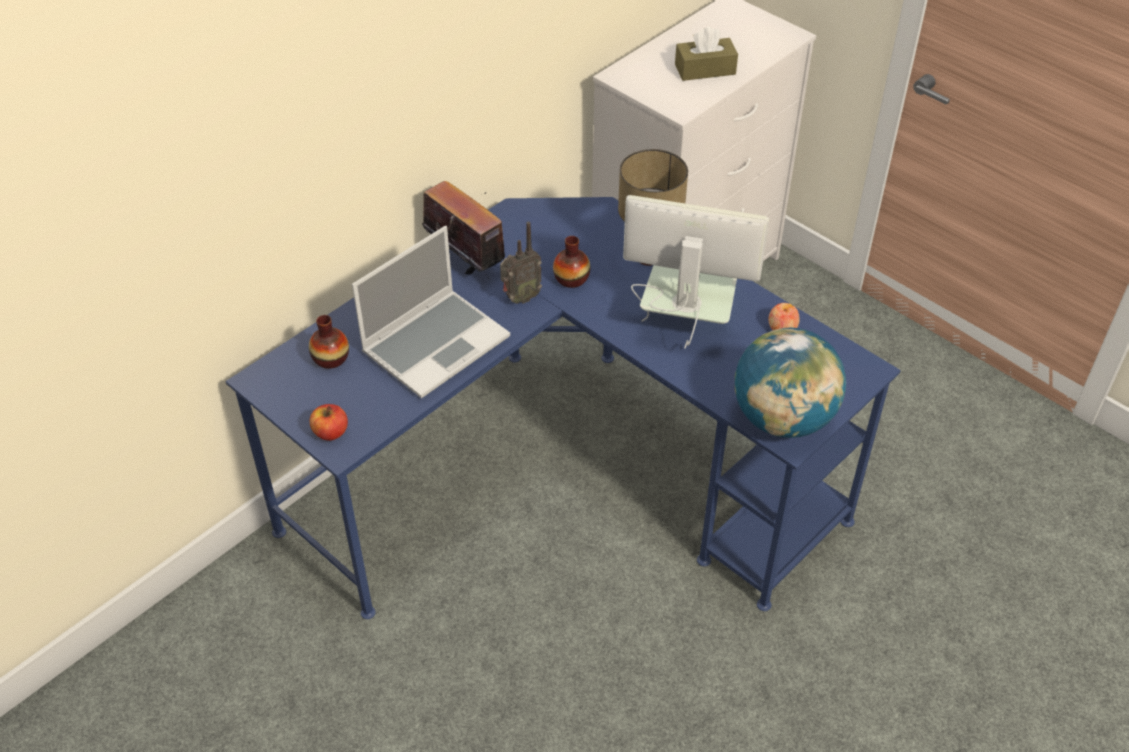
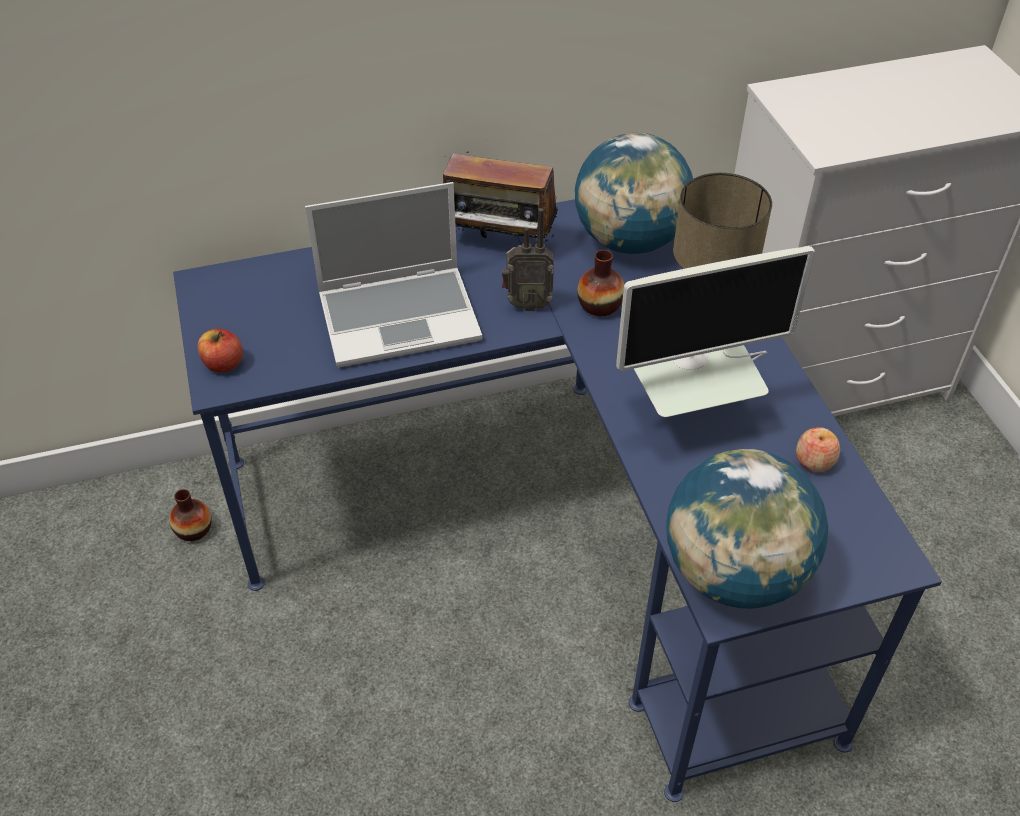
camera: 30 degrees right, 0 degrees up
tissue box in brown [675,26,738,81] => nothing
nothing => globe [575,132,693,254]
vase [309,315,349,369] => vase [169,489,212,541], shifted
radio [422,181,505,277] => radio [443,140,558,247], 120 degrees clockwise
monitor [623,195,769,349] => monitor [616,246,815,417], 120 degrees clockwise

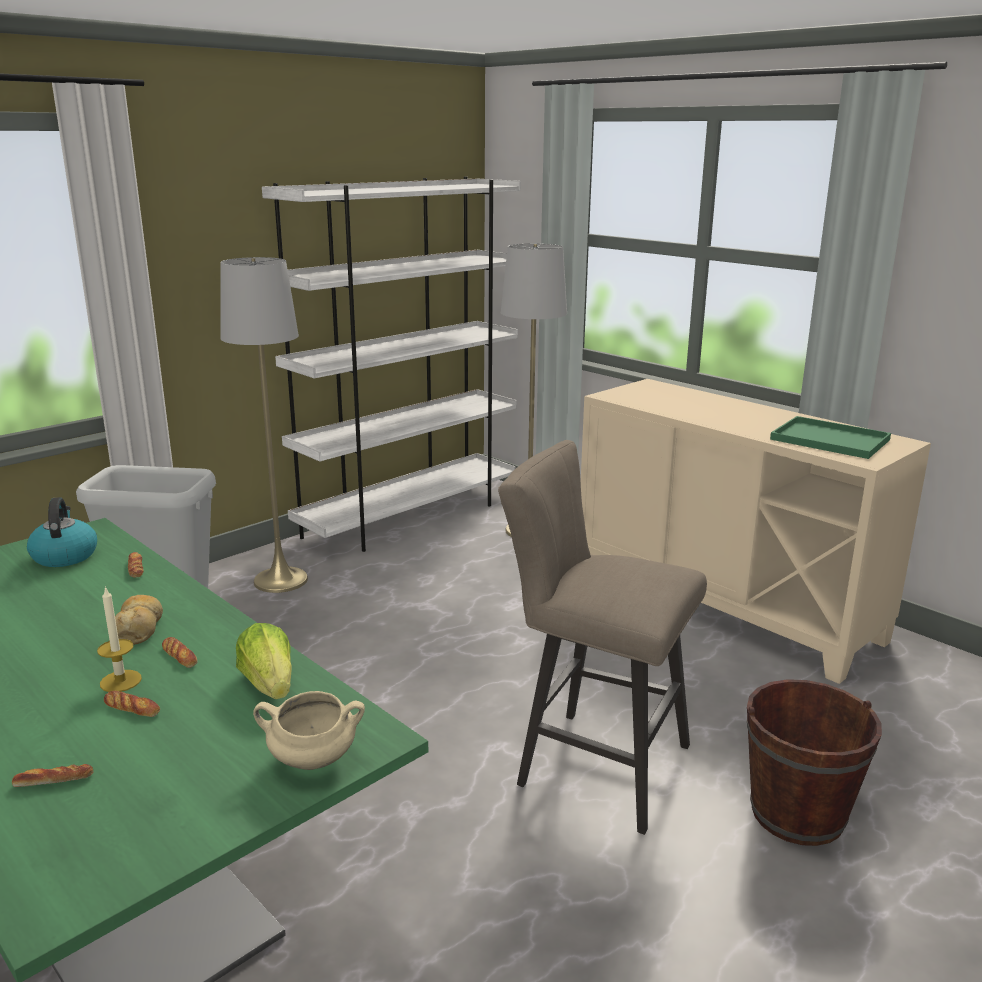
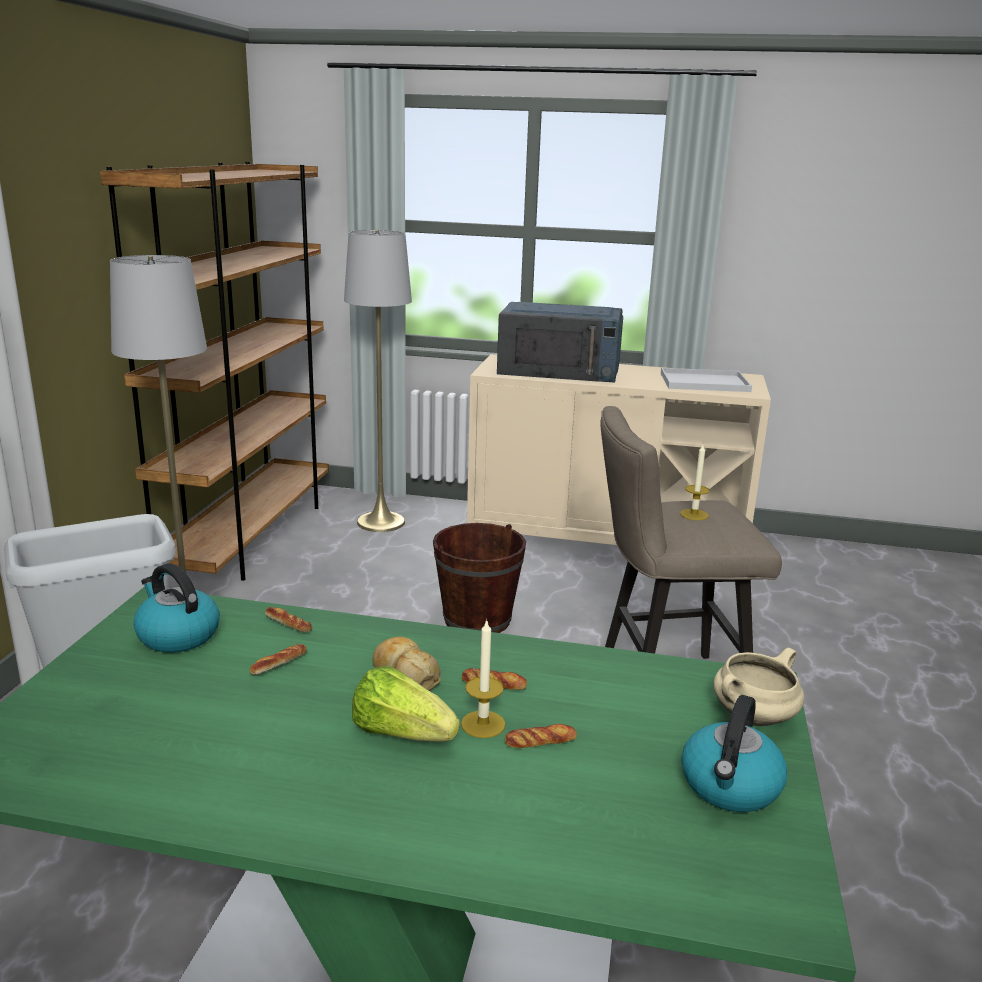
camera: 35 degrees left, 0 degrees up
nothing => microwave in blue [497,302,623,383]
nothing => candle [680,445,710,520]
nothing => kettle [681,695,787,812]
bread [12,764,93,787] => bread [249,644,307,675], shifted
lettuce [236,623,291,699] => lettuce [352,666,460,742], shifted
bucket in brown [747,679,882,846] => bucket in brown [433,523,526,633], shifted
bookcase in white [262,177,520,552] => bookcase in brown [100,162,329,581]
tray in green [770,416,891,459] => tray in white [661,368,752,392]

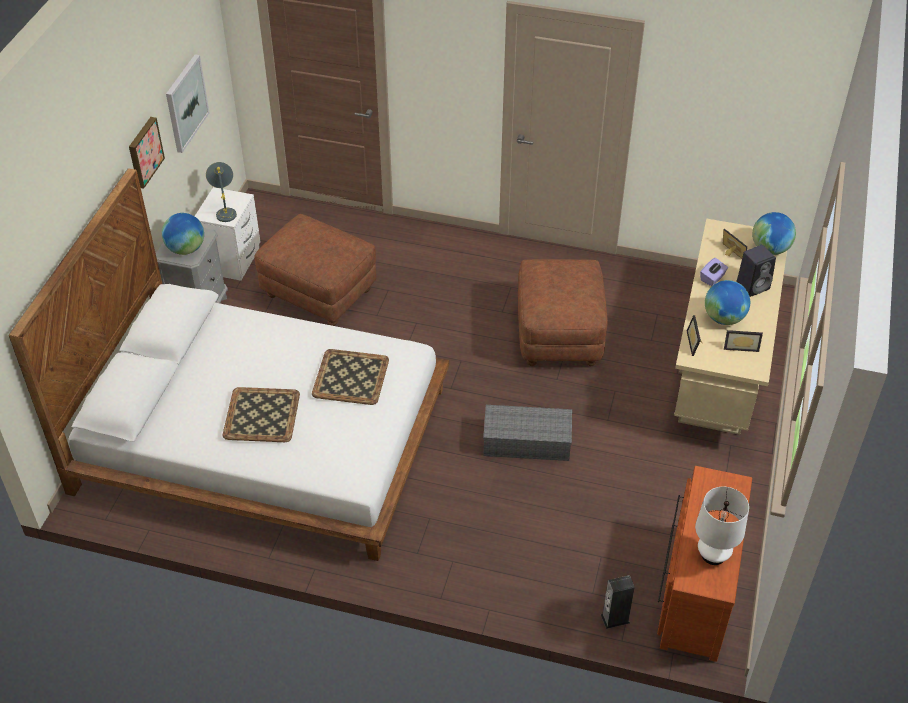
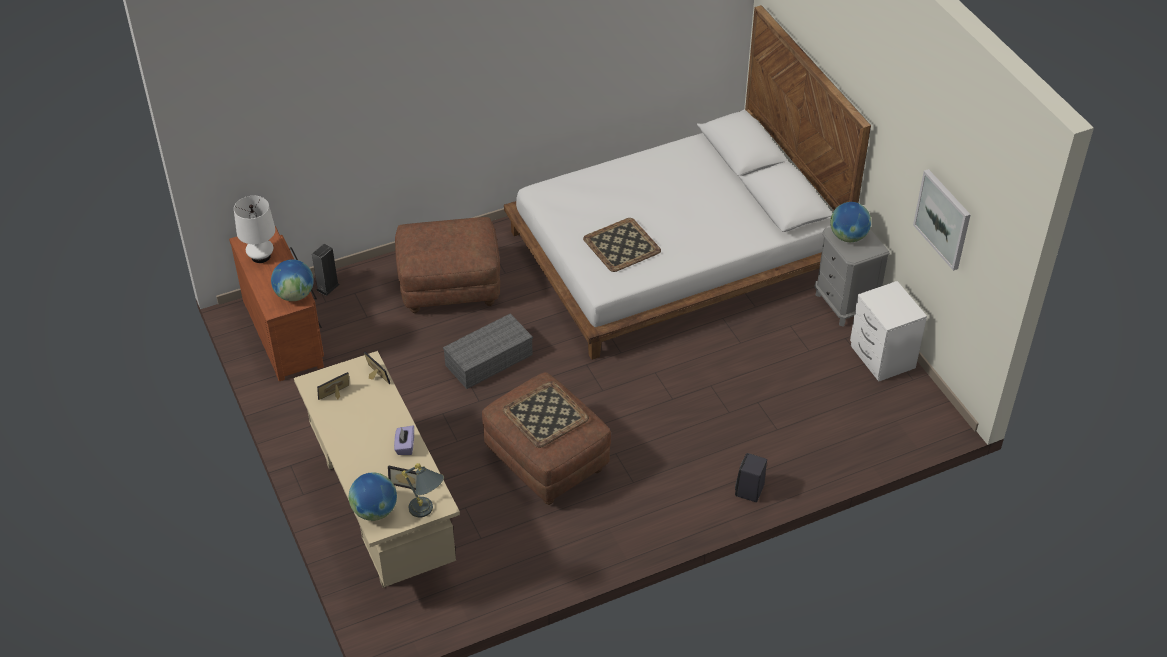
camera: 140 degrees right, 0 degrees up
picture [129,117,165,189] => nothing
table lamp in grey [206,162,237,222] => table lamp in grey [402,463,444,517], shifted
tray [223,387,300,442] => tray [502,381,589,448], shifted
ottoman in brown [254,214,376,326] => ottoman in brown [395,217,500,313], shifted
globe [705,280,750,325] => globe [271,259,314,301], shifted
speaker in black [736,245,776,297] => speaker in black [735,453,767,502], shifted

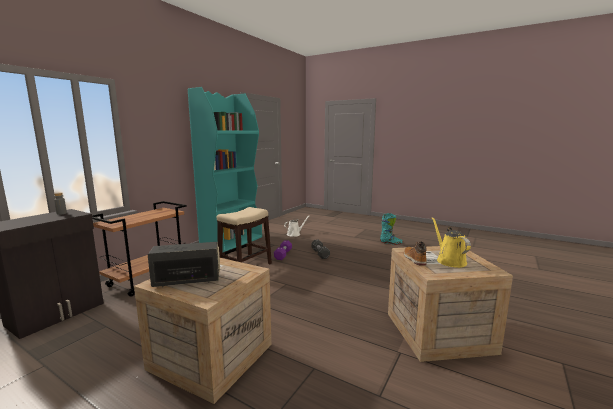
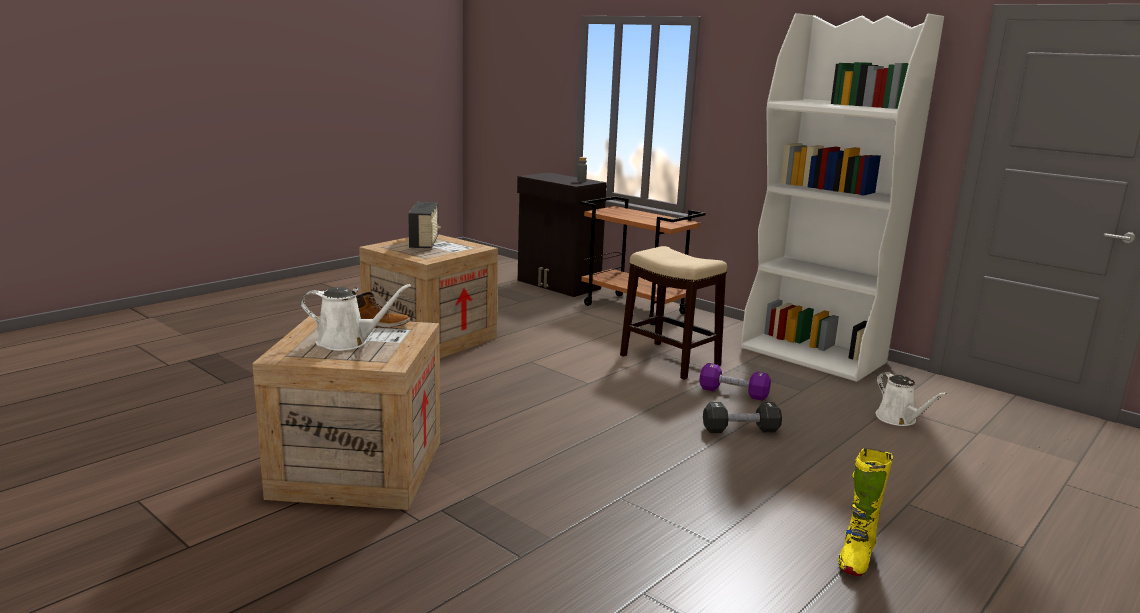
camera: 100 degrees right, 5 degrees up
bookcase in turquoise [188,87,262,253] => bookcase in white [741,13,944,382]
boot in turquoise [380,213,403,245] => boot in yellow [838,448,893,576]
watering can in yellow [432,217,471,268] => watering can in white [301,284,411,351]

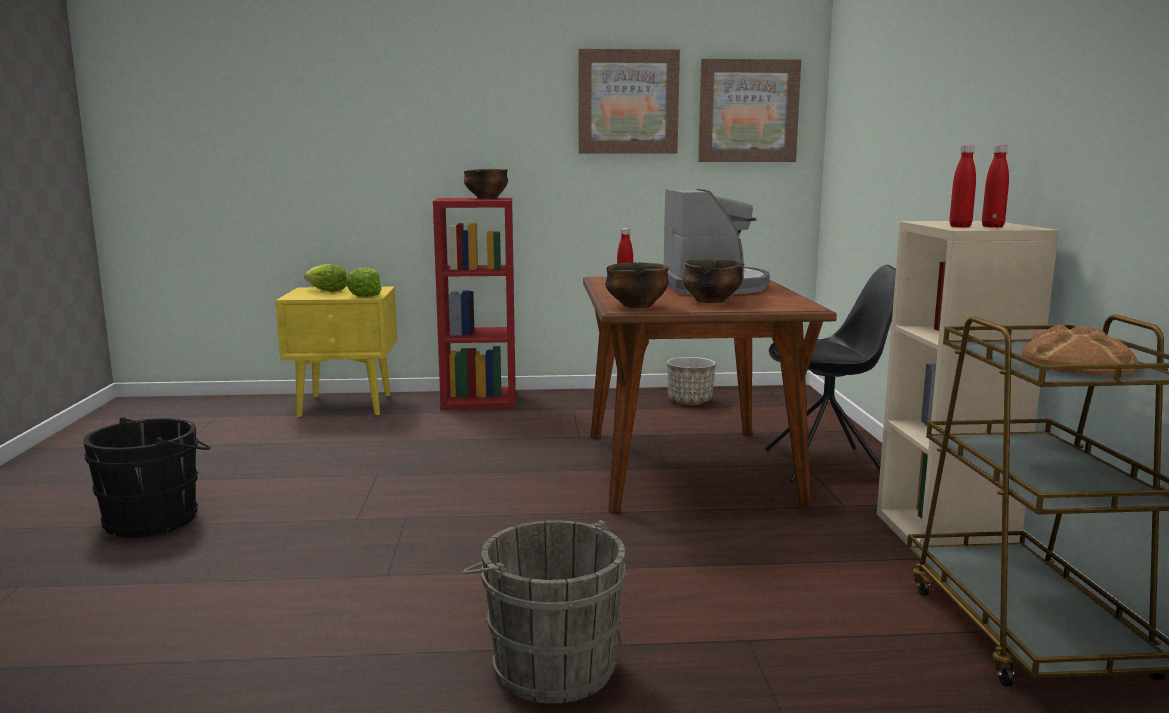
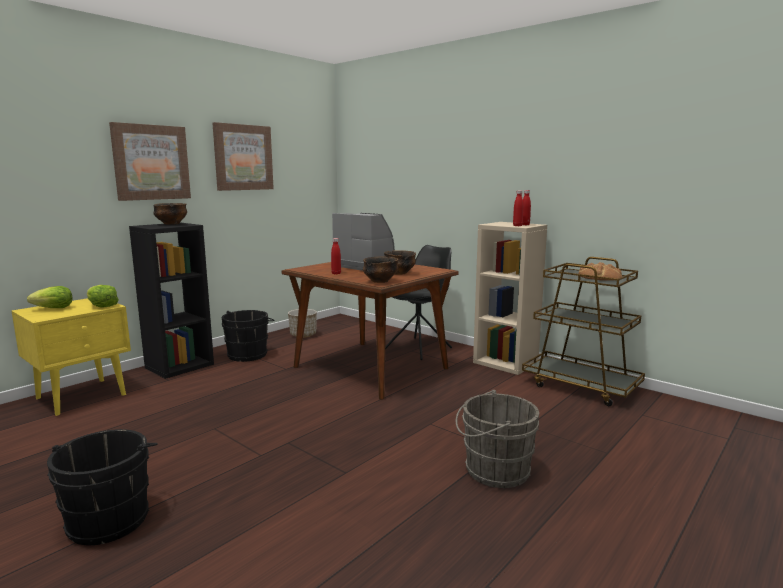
camera: 45 degrees left, 0 degrees up
nothing => bucket in black [221,310,274,362]
picture [698,59,801,162] => picture [109,122,191,201], shifted
bookcase in red [433,198,516,410] => bookcase in black [129,222,214,379]

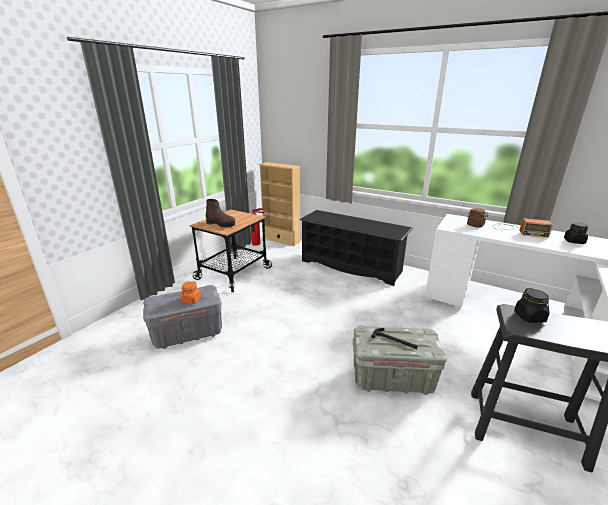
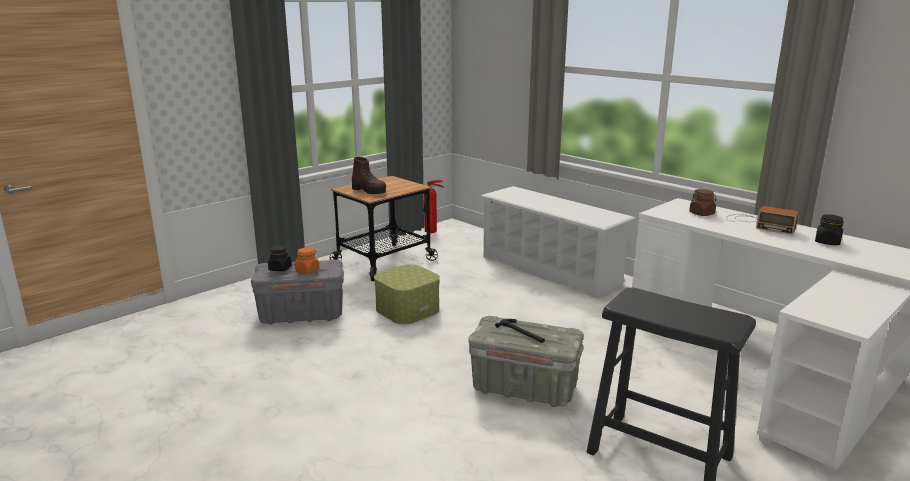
camera: 15 degrees right, 5 degrees down
bookcase in beige [259,162,301,246] => nothing
nothing => storage box [374,264,440,324]
jar in black [514,288,550,323] => jar in black [268,245,292,271], shifted
shoe rack in black [299,210,413,286] => shoe rack in white [481,186,636,299]

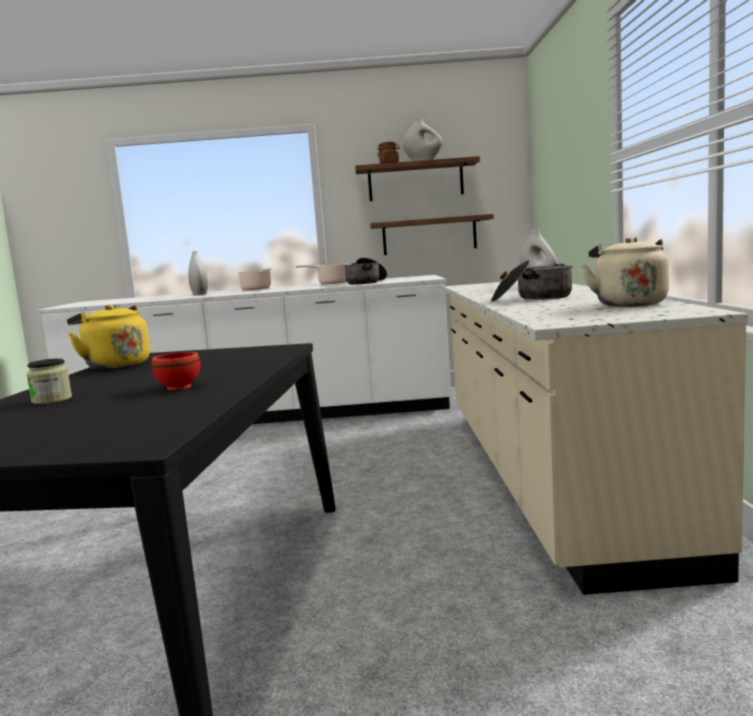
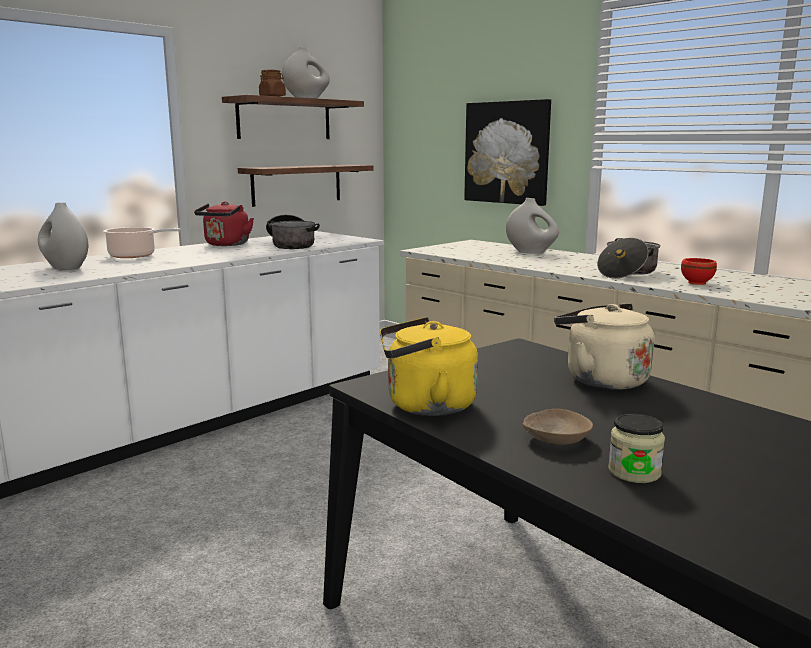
camera: 45 degrees left, 5 degrees up
nothing => picture [464,99,551,206]
nothing => bowl in beige [523,409,593,445]
bowl in red [152,352,200,390] => bowl in red [681,258,717,285], shifted
kettle in beige [581,237,669,307] => kettle in beige [554,304,654,390], shifted
cooking pot [295,263,350,284] => kettle in red [194,201,254,246]

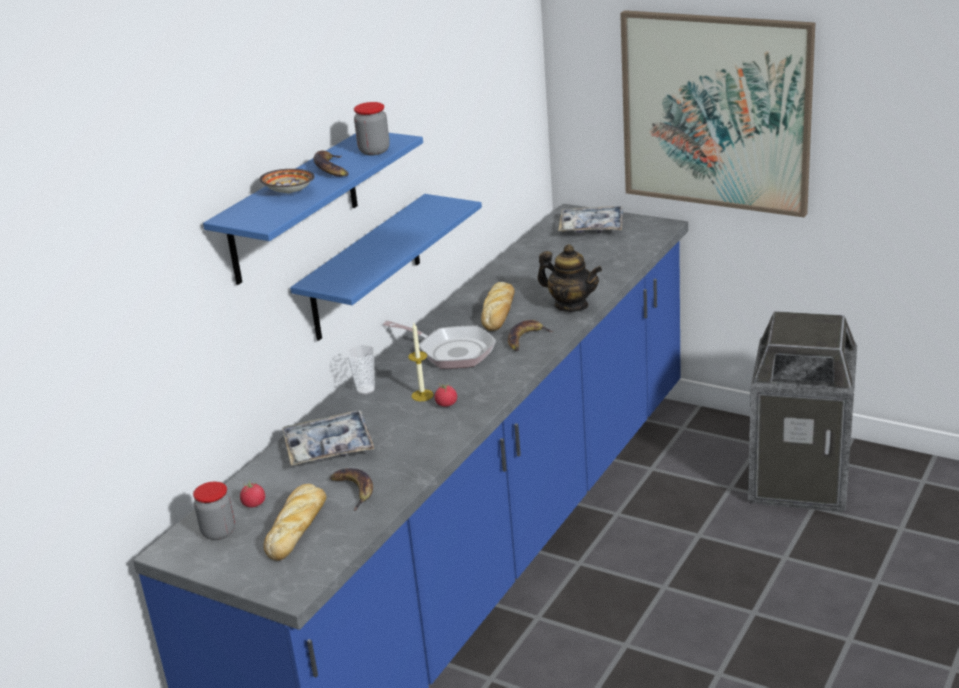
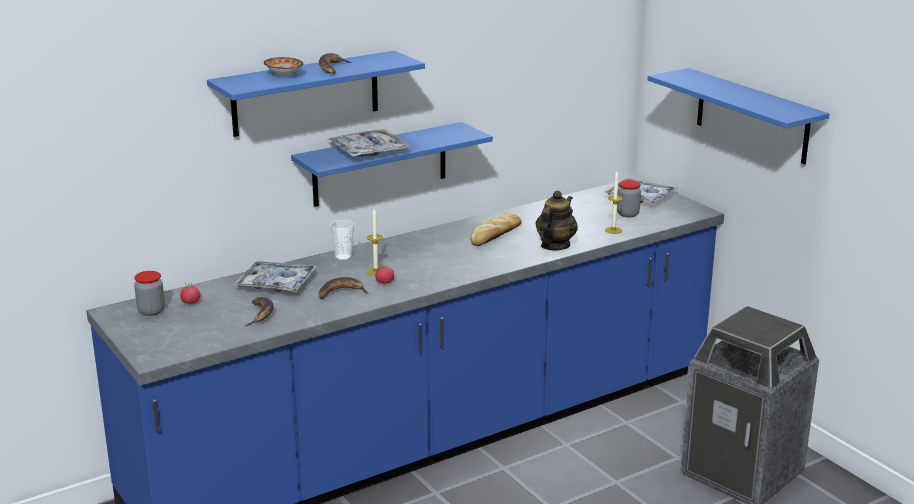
camera: 25 degrees right, 5 degrees down
bread [264,484,326,561] => nothing
frying pan [383,321,496,369] => nothing
nothing => tray [329,129,410,157]
nothing => candle [605,171,623,234]
jar [354,102,390,155] => jar [617,180,641,217], shifted
banana [508,320,553,351] => banana [318,277,369,299], shifted
picture [620,10,815,217] => shelf in blue [647,68,830,165]
teapot [538,244,602,312] => teapot [536,190,578,250], 120 degrees counterclockwise

